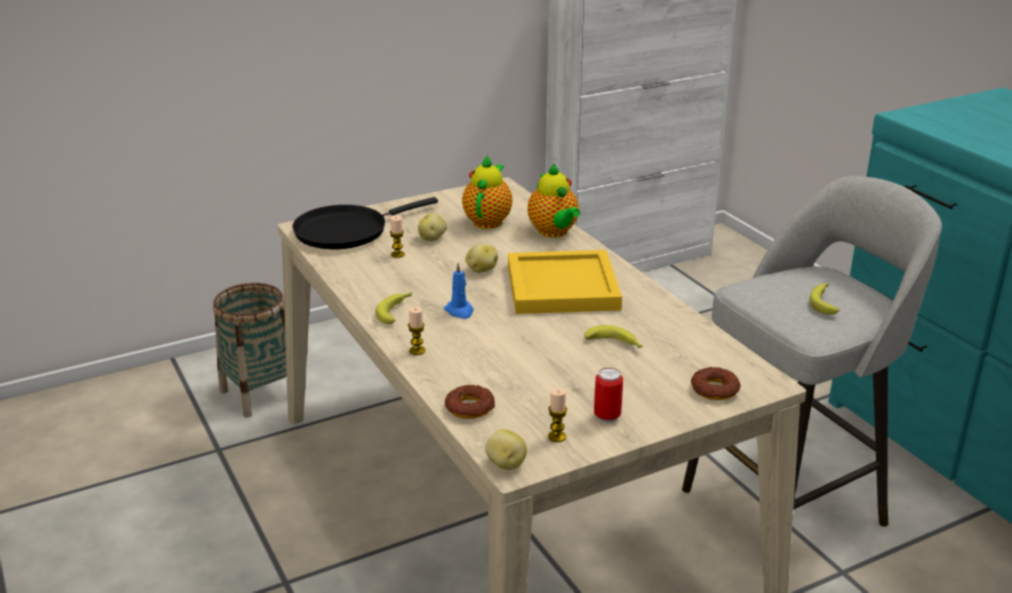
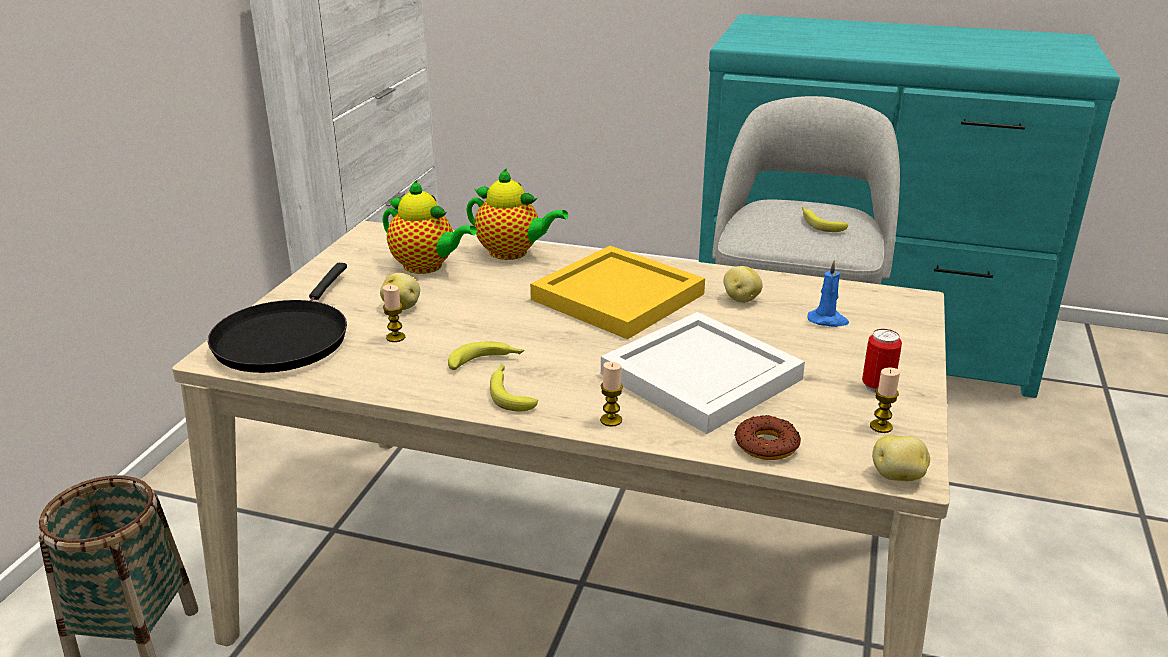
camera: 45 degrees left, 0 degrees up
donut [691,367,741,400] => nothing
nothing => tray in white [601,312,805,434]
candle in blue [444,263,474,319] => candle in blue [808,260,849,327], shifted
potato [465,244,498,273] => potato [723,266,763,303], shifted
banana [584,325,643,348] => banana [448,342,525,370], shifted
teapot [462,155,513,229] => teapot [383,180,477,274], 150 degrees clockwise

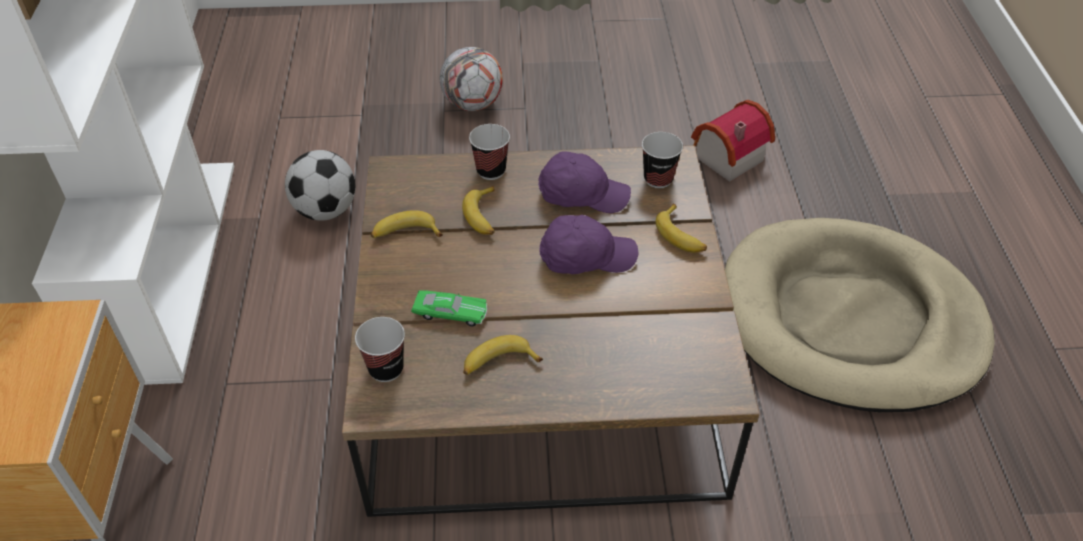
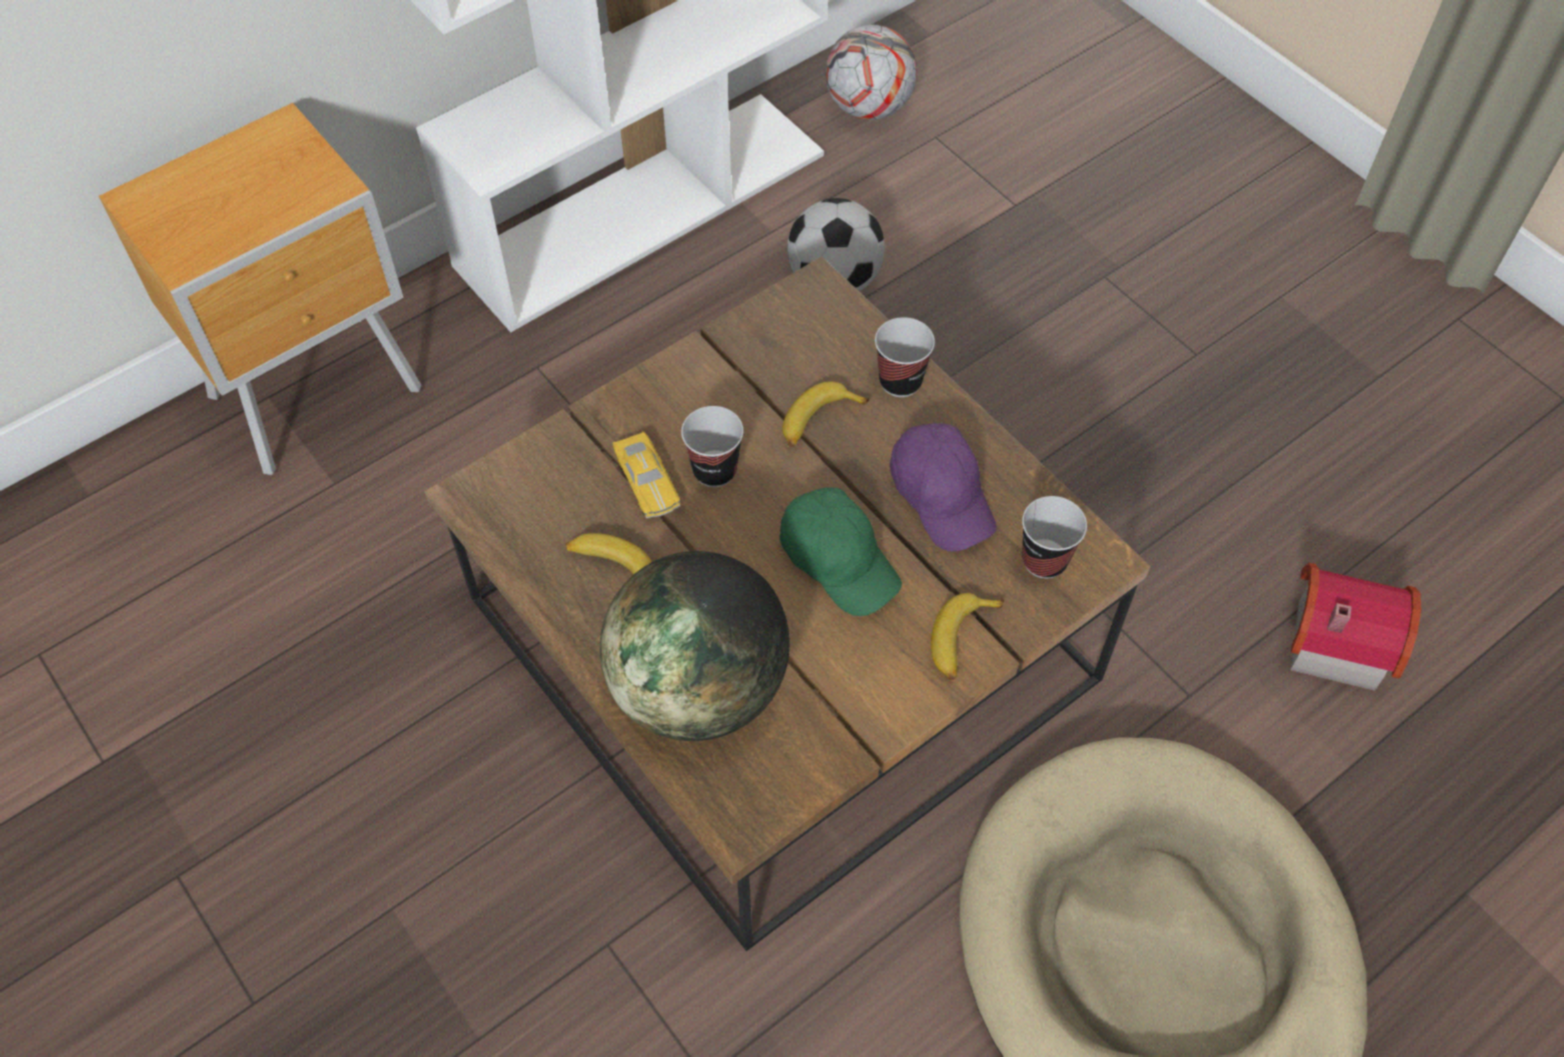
camera: 55 degrees right, 10 degrees up
banana [371,210,443,238] => nothing
nothing => globe [600,551,790,741]
cup [355,317,405,382] => cup [681,406,744,487], shifted
football [440,47,503,111] => football [825,25,917,120], shifted
toy car in green [411,290,487,326] => toy car in yellow [613,432,680,518]
cap in purple [539,215,638,274] => cap in green [780,487,902,616]

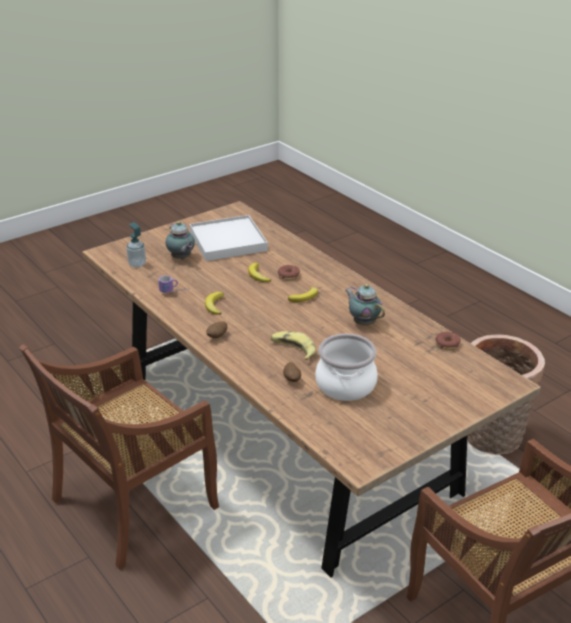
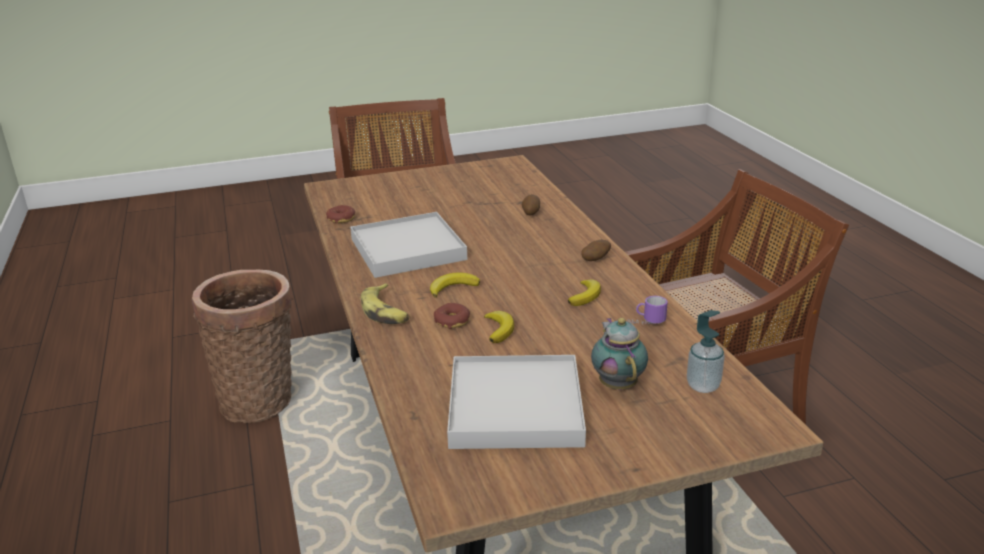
camera: 160 degrees left, 5 degrees down
cooking pot [315,333,378,401] => nothing
banana [270,331,316,360] => banana [361,283,410,324], shifted
teapot [345,284,385,326] => tray in white [350,212,467,278]

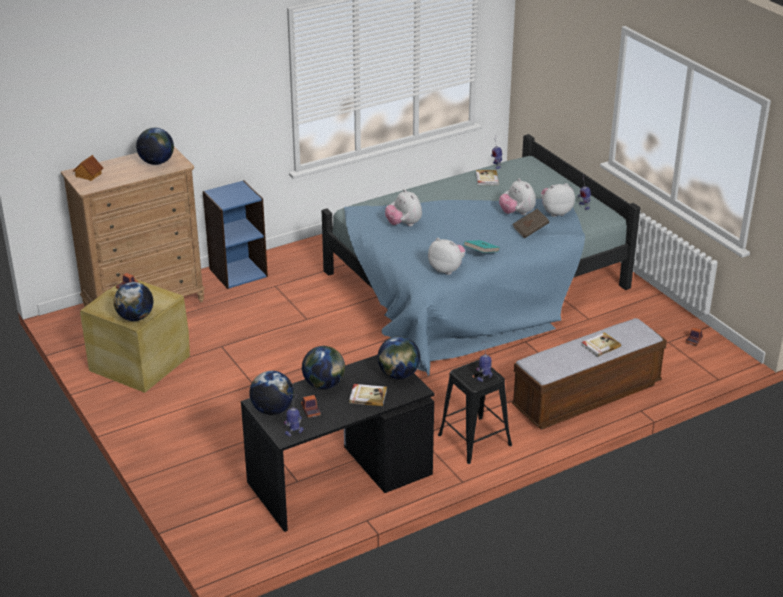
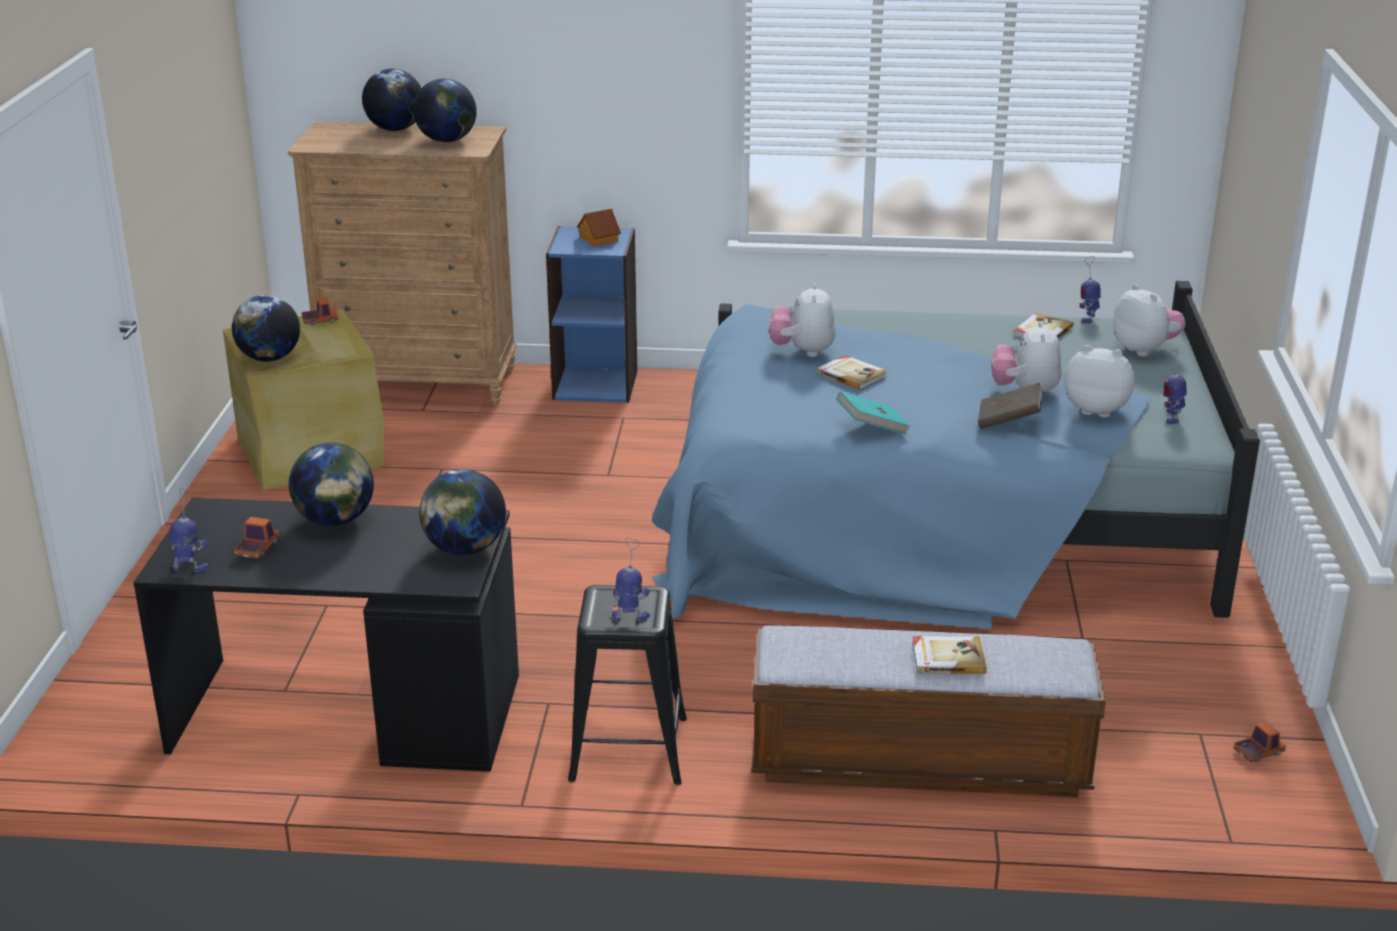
camera: 35 degrees right, 5 degrees down
toy house [73,155,103,181] => toy house [577,209,621,247], shifted
globe [249,371,294,415] => globe [362,68,421,131], shifted
book [349,384,387,406] => book [817,355,887,390], shifted
plush toy [428,238,465,275] => plush toy [1113,284,1186,357], shifted

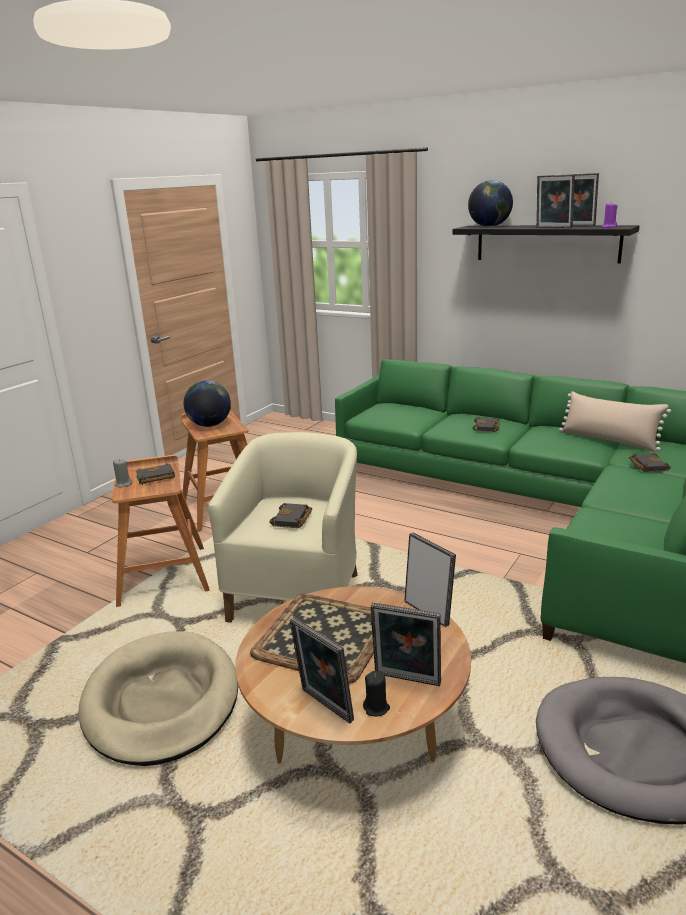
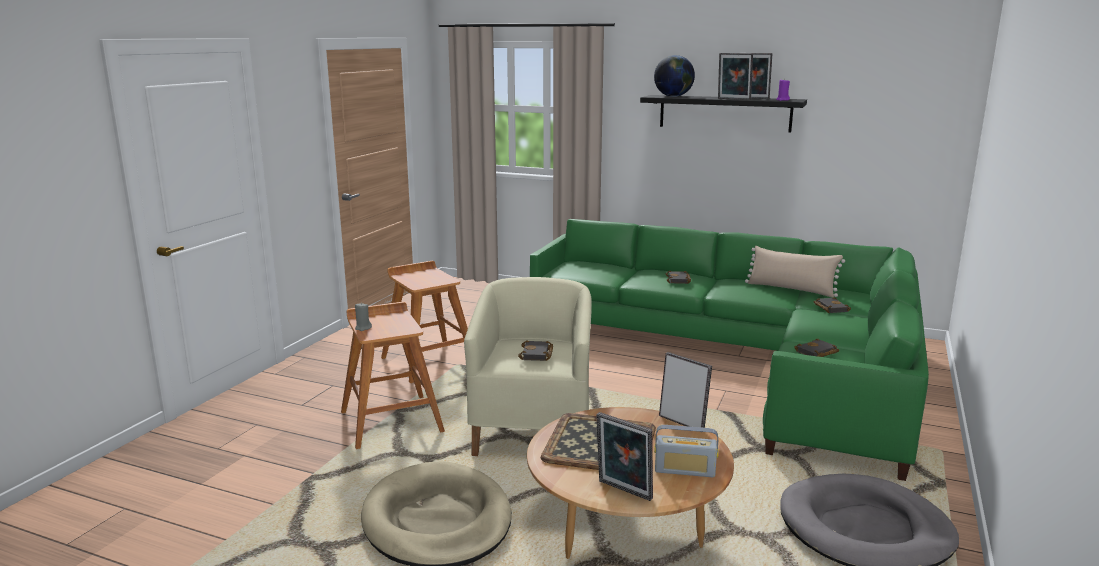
camera: 10 degrees left, 5 degrees down
globe [184,380,231,427] => nothing
candle in black [363,671,390,716] => nothing
book in black [136,463,175,485] => book in black [794,338,839,357], shifted
picture frame [370,603,441,686] => radio [654,425,719,477]

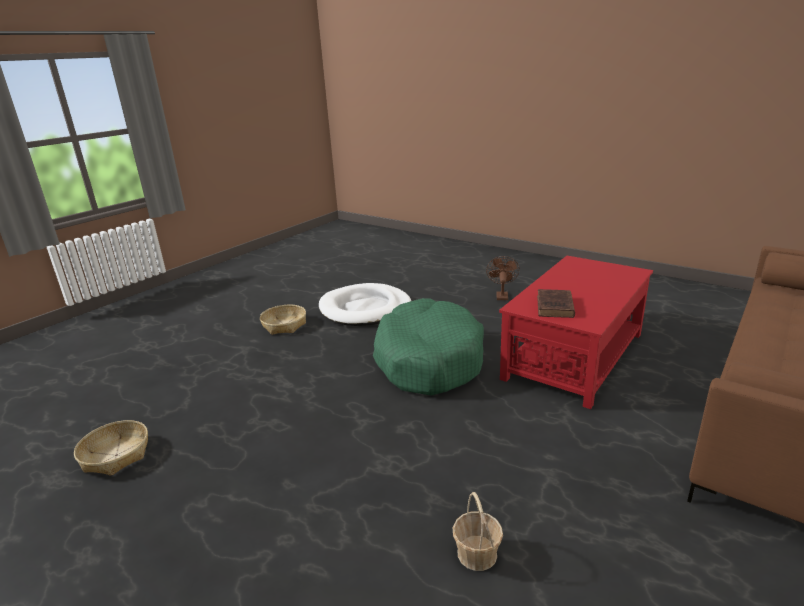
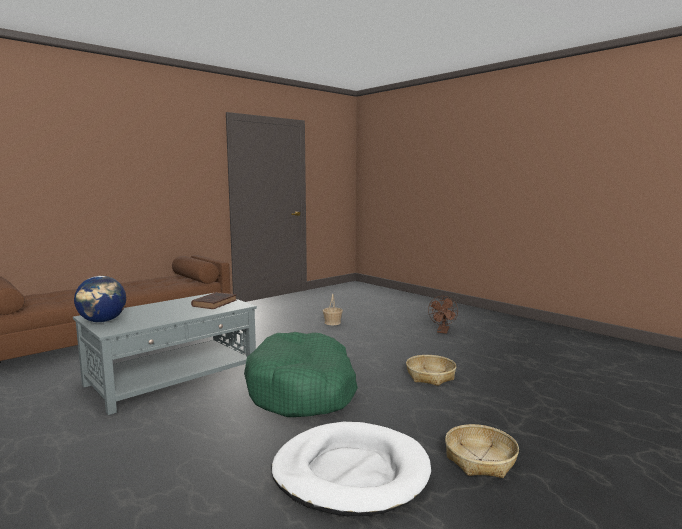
camera: 170 degrees left, 15 degrees down
nothing => globe [74,276,126,323]
basket [74,420,148,476] => basket [406,355,456,386], shifted
fan in brown [486,256,520,300] => fan in brown [428,296,458,334], shifted
coffee table in red [499,256,653,409] => coffee table in grey [73,293,257,415]

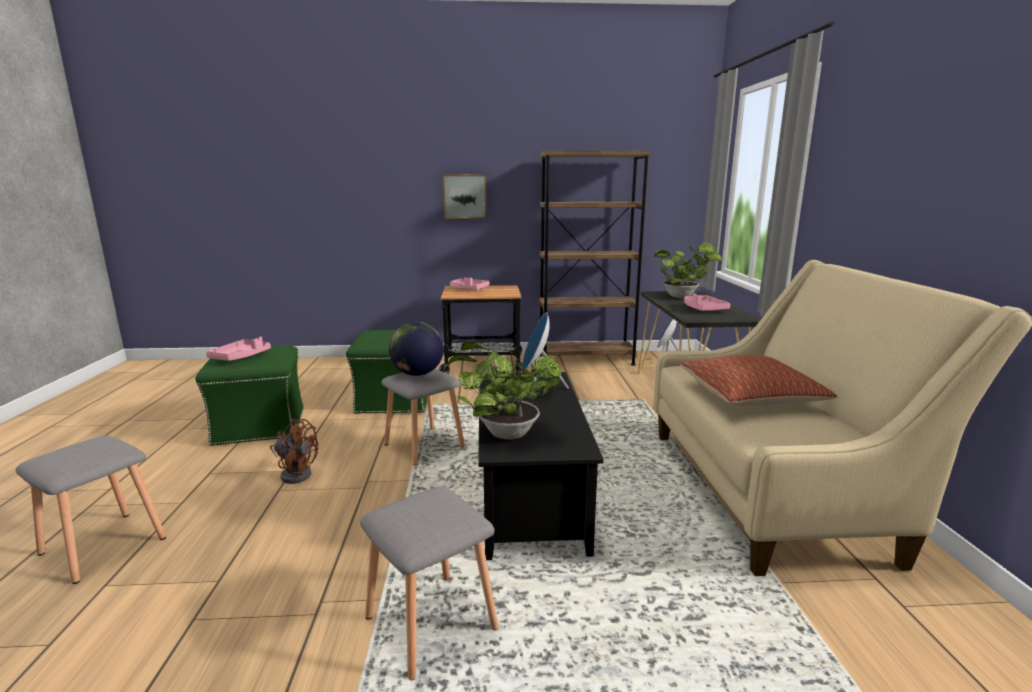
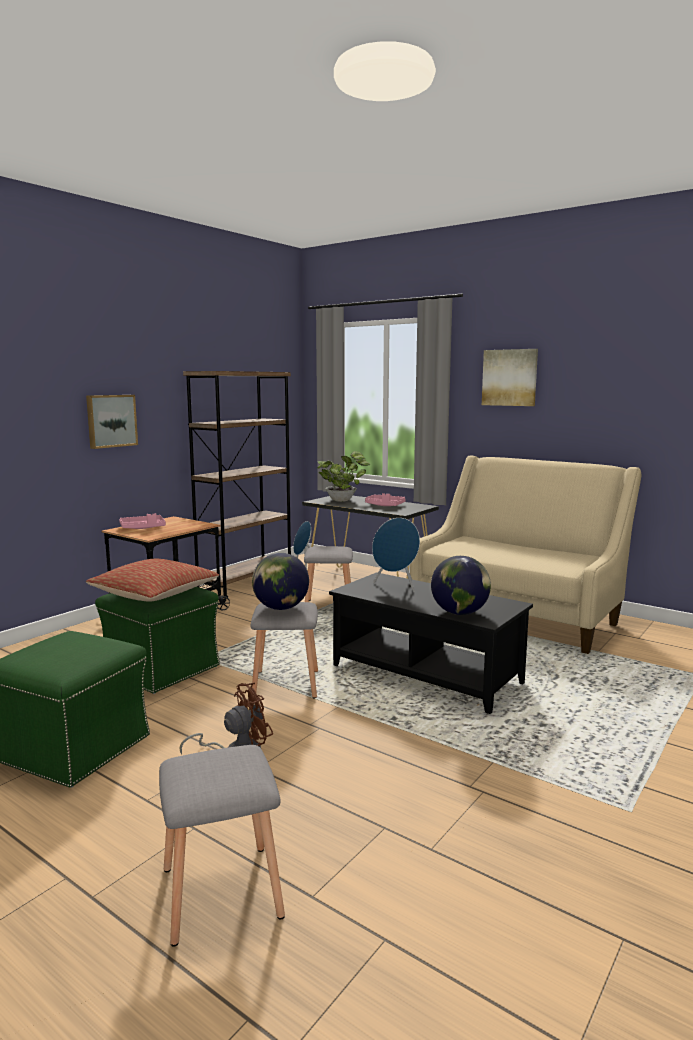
camera: 50 degrees left, 5 degrees down
tray in pink [206,337,271,361] => nothing
nothing => picture [482,349,538,406]
stool in grey [360,486,498,680] => stool in grey [304,546,353,602], shifted
pillow [680,355,837,406] => pillow [86,559,219,601], shifted
potted plant [448,342,562,439] => globe [431,556,491,615]

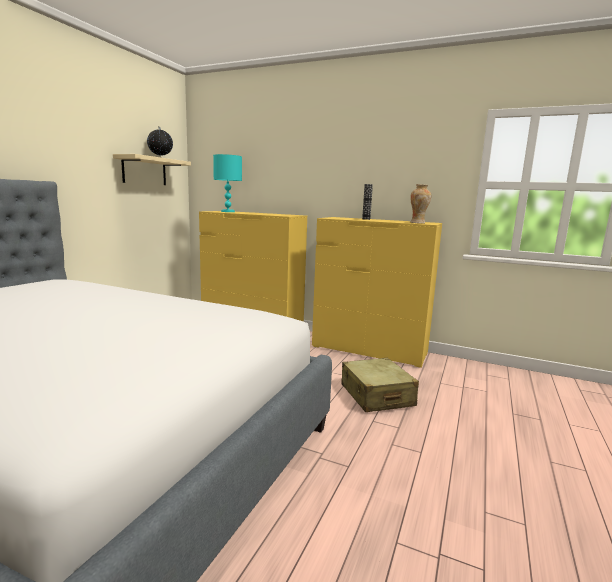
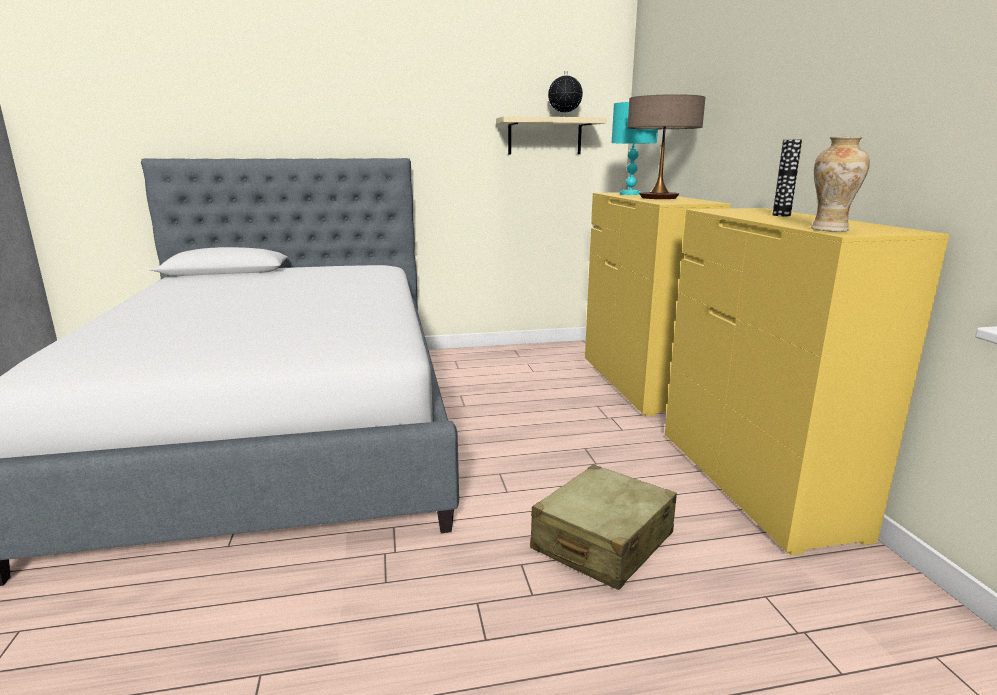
camera: 55 degrees right, 5 degrees up
nothing => table lamp [627,94,706,199]

